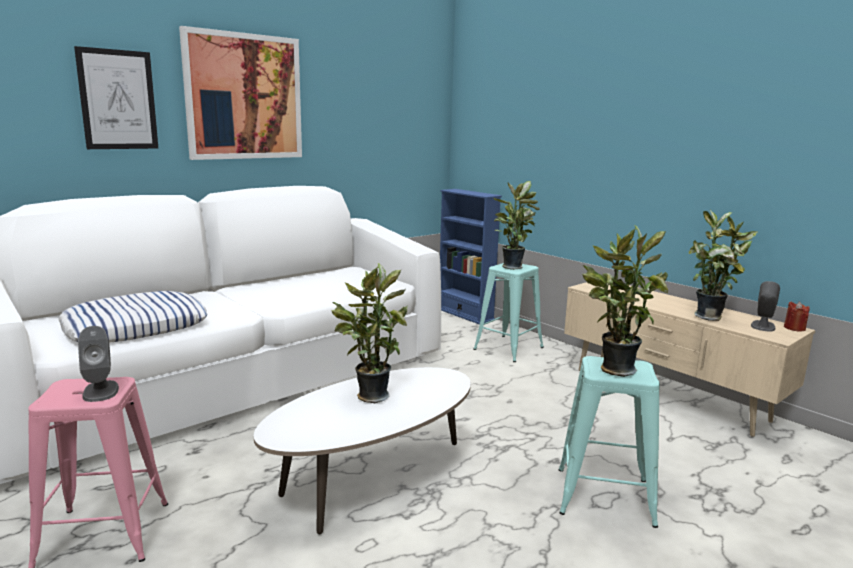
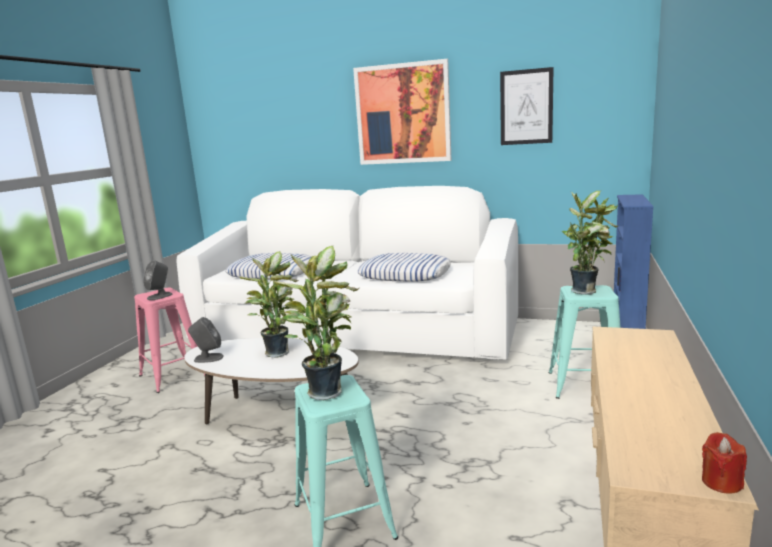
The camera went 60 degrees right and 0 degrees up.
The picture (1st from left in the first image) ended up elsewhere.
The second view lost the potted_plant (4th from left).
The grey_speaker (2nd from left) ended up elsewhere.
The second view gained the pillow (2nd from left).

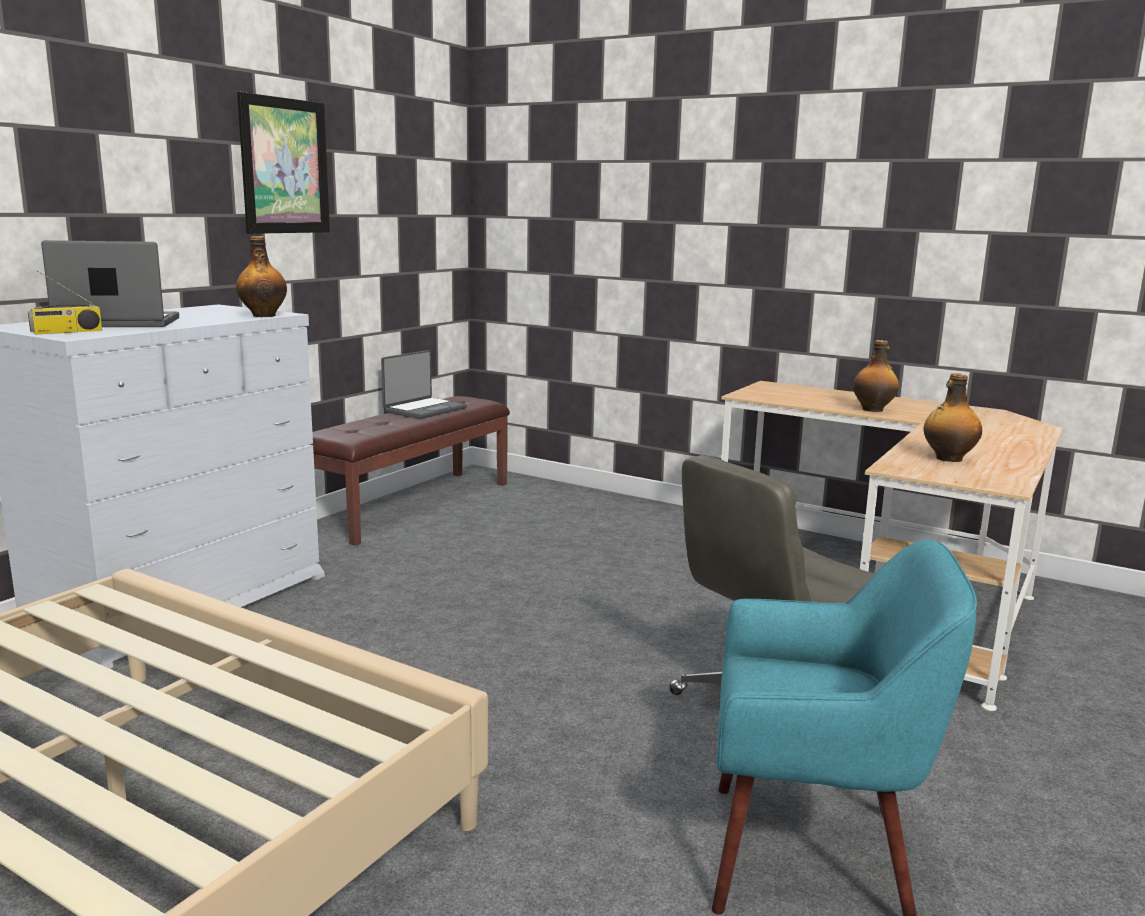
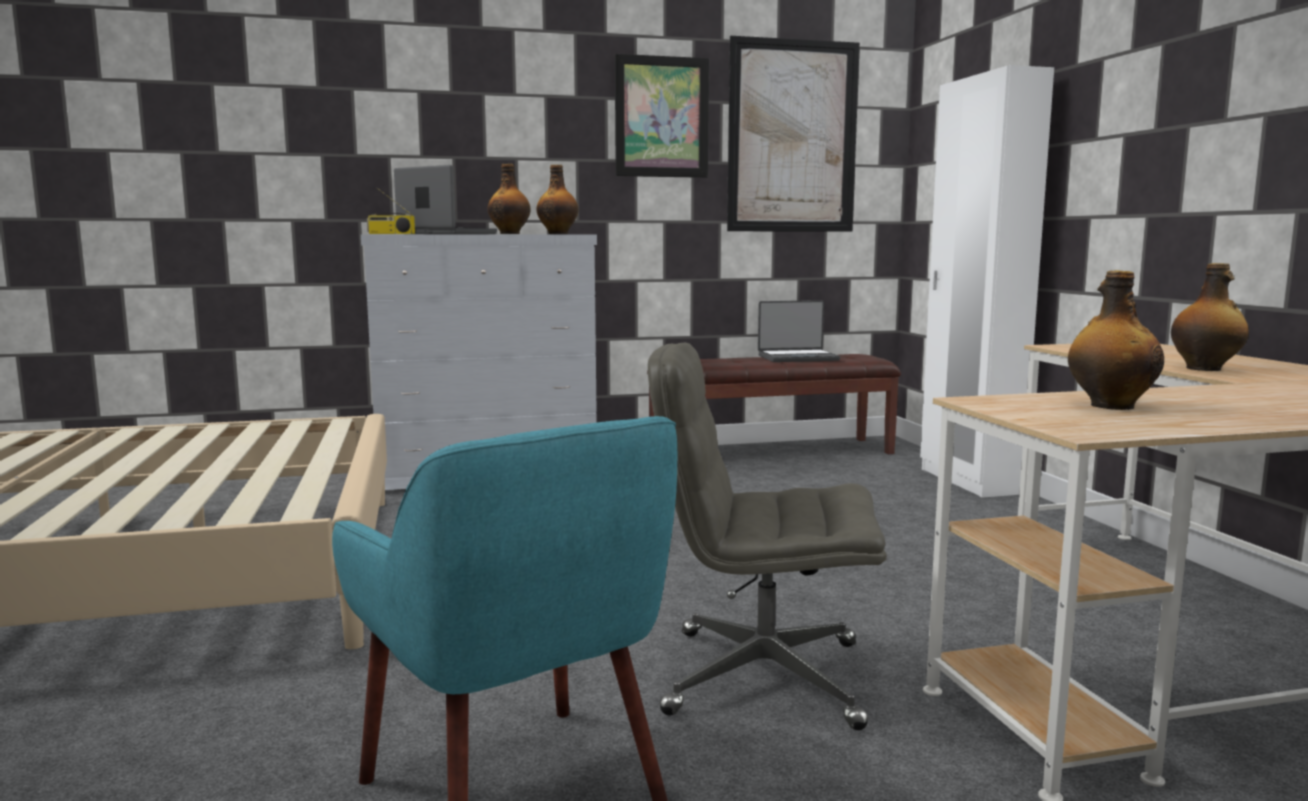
The camera went 45 degrees right and 5 degrees down.
The second view gained the picture (2nd from left).
The second view gained the white_wardrobe.
The second view gained the bottle (1st from left).

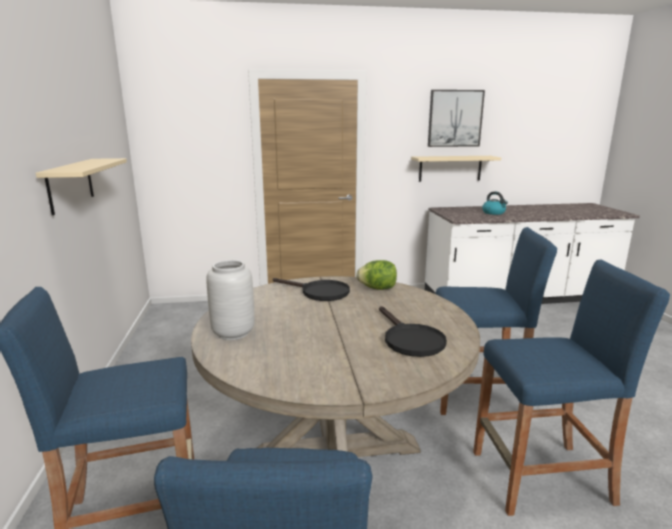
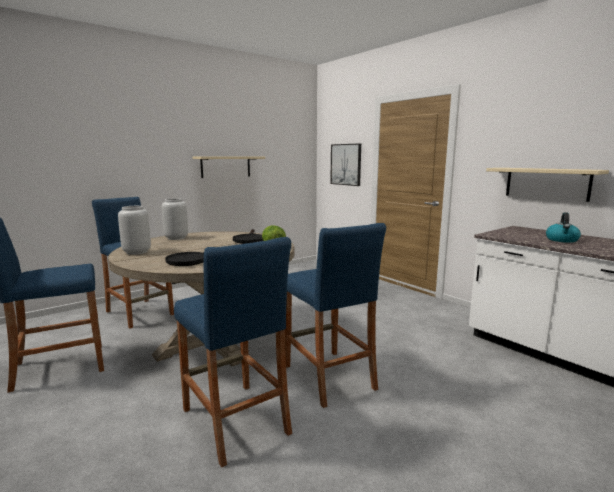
The camera went 60 degrees right and 5 degrees down.
The picture ended up elsewhere.
The second view gained the grey_vase (1st from left).

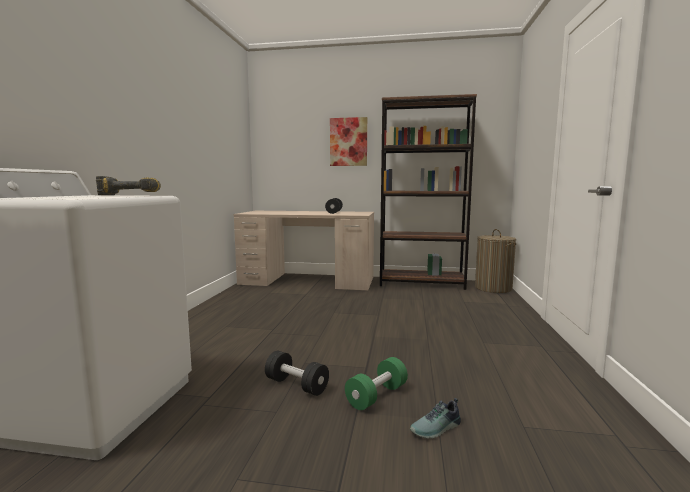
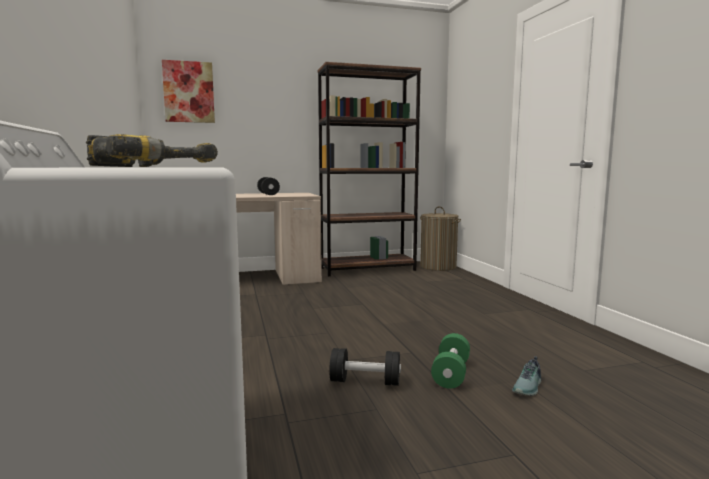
The camera went 25 degrees left and 0 degrees up.
The picture ended up elsewhere.
The second view gained the power_drill (1st from left).

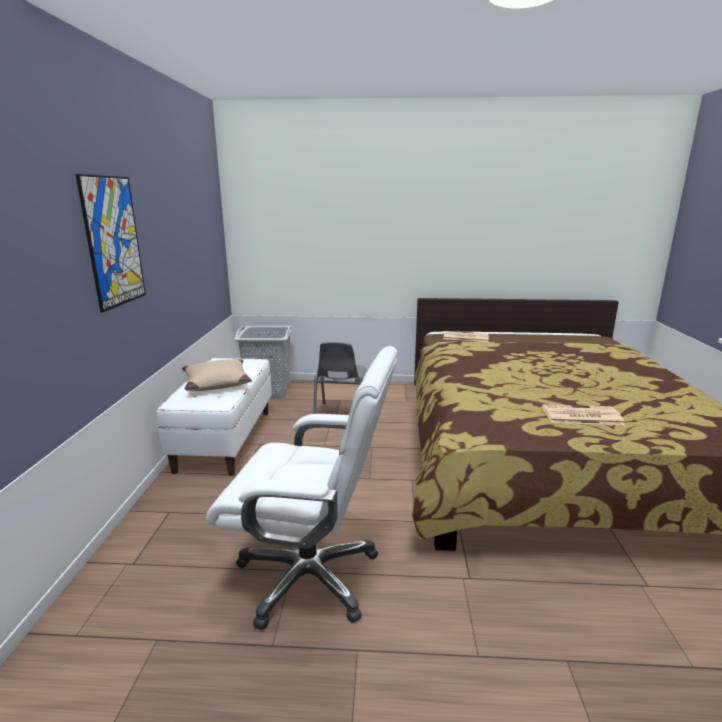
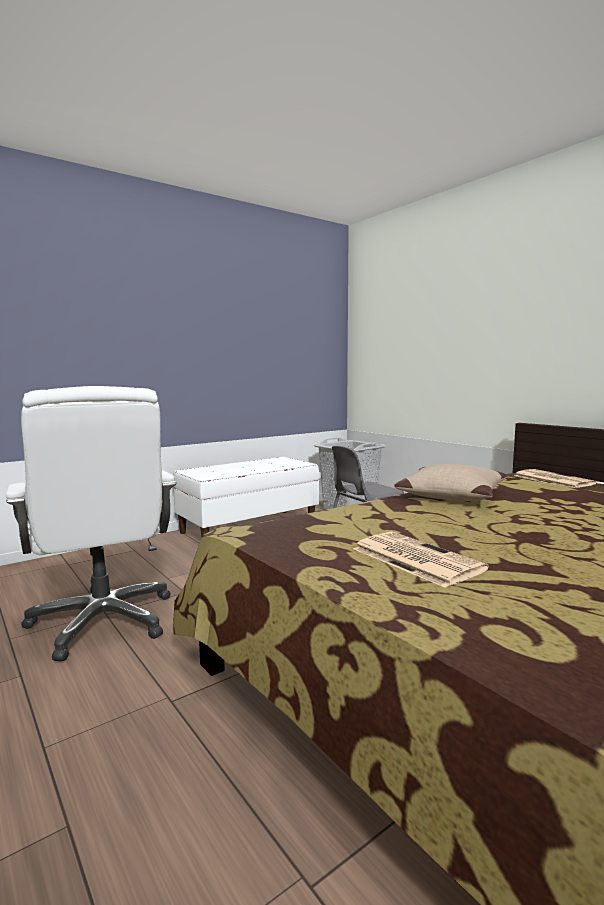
The camera went 50 degrees right and 10 degrees down.
The second view lost the picture.
The beige_pillow ended up elsewhere.

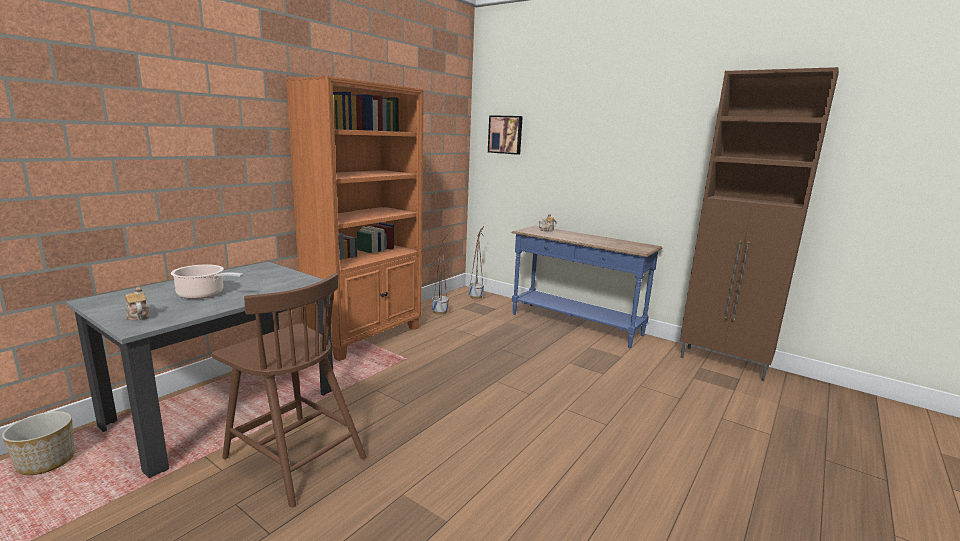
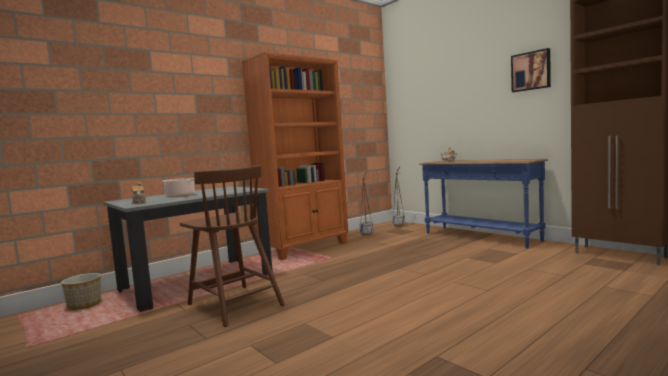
The camera went 15 degrees right and 10 degrees down.
The picture ended up elsewhere.

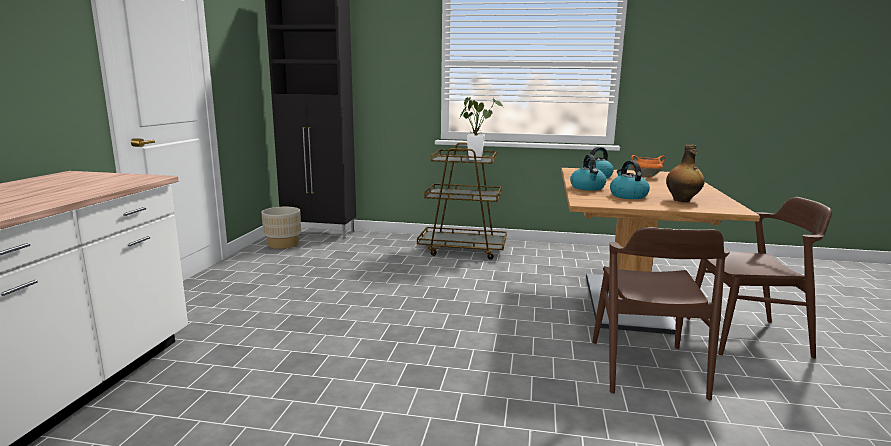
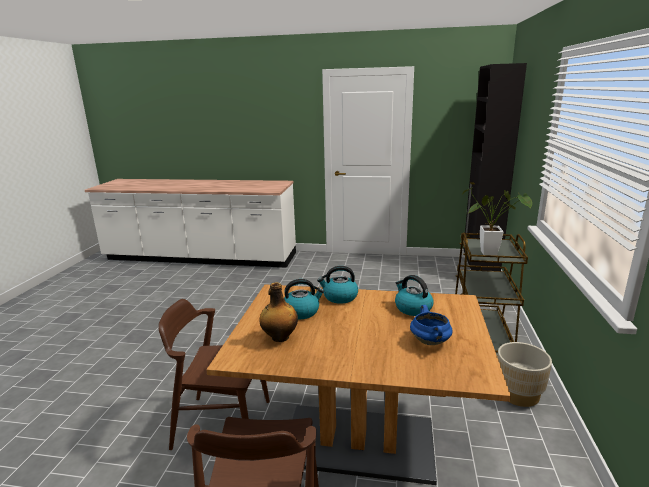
The camera went 90 degrees right and 5 degrees up.
What was the orange_cooking_pot turned into the blue_cooking_pot.
The beige_planter ended up elsewhere.

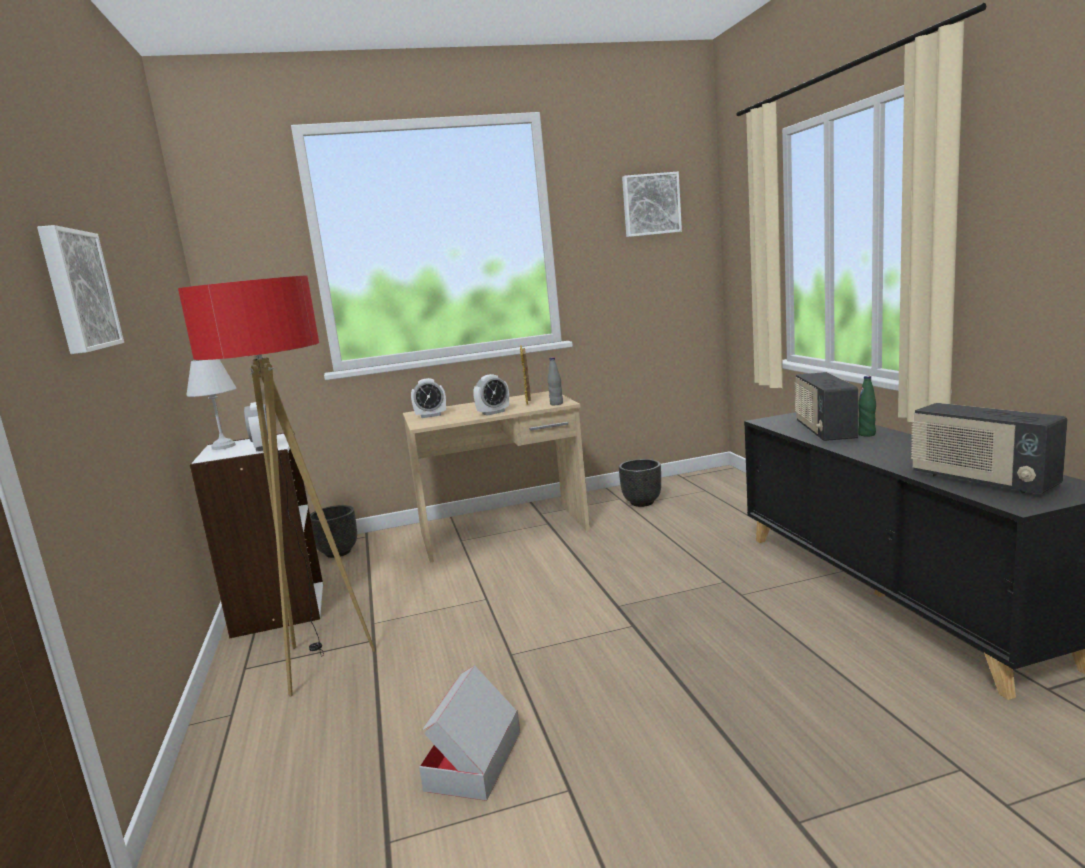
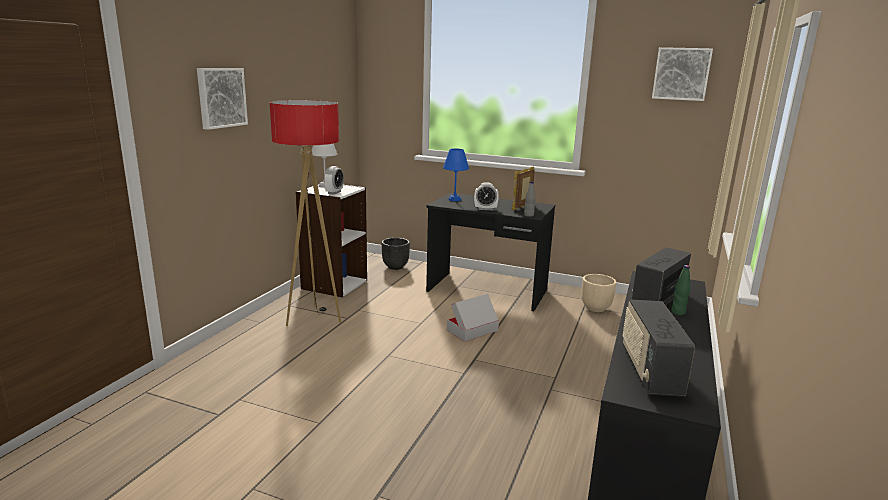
The camera went 35 degrees right and 5 degrees up.
Where the alarm_clock (2nd from left) stood, the blue_table_lamp came to stand.
What was the beige_desk turned into the black_desk.
What was the black_planter (2nd from left) turned into the beige_planter.
The cardboard_box ended up elsewhere.

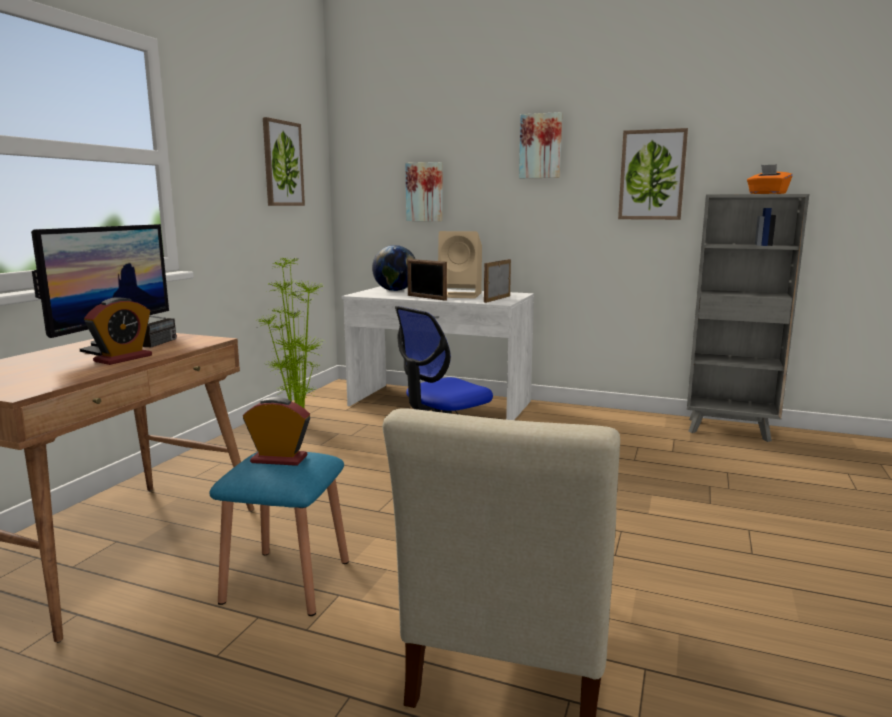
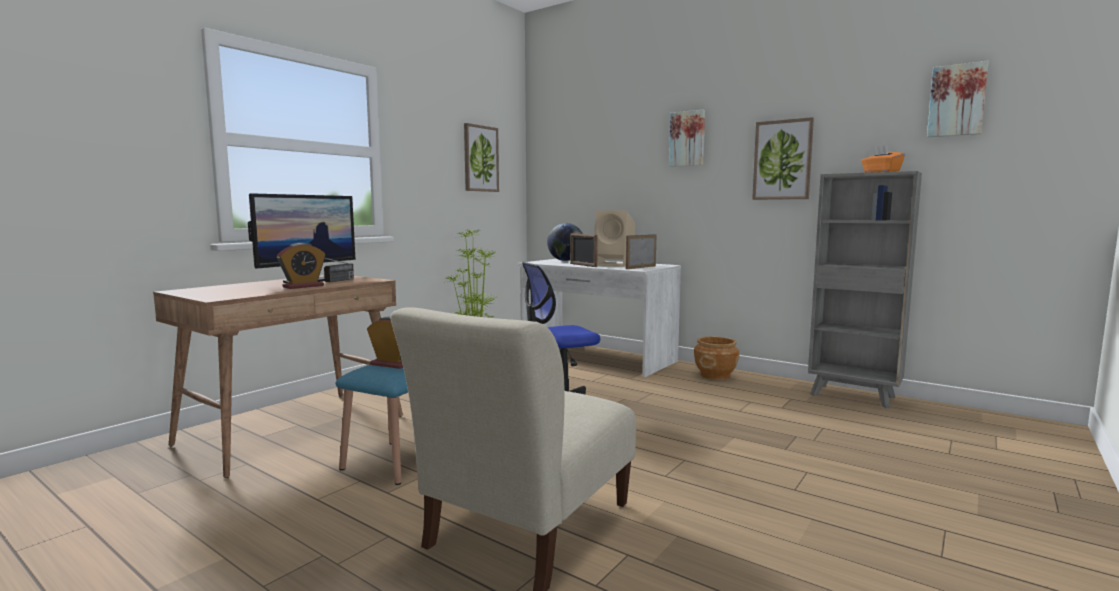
The camera went 15 degrees right and 5 degrees down.
The picture (2nd from left in the first image) ended up elsewhere.
The second view gained the brown_planter.

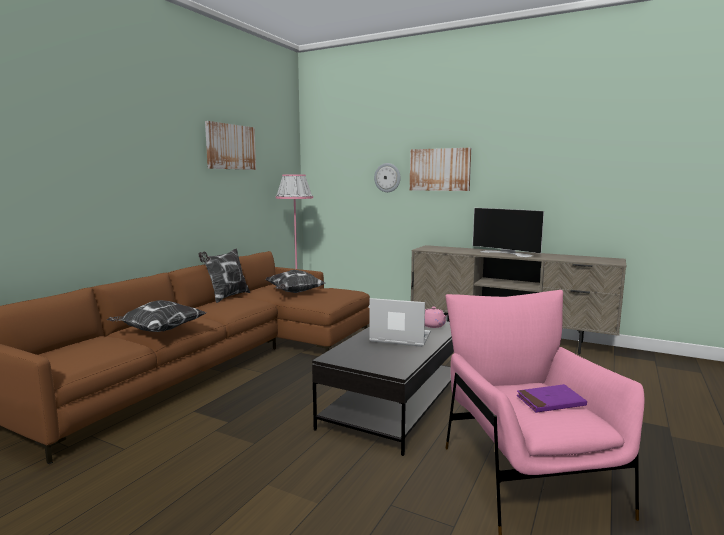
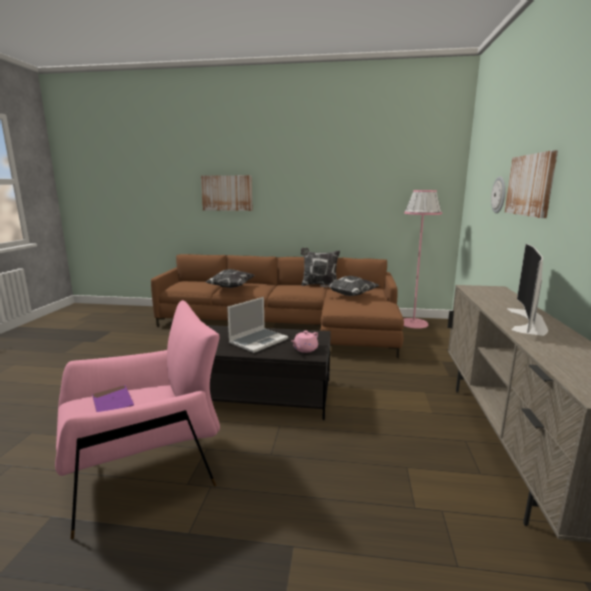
The camera went 70 degrees right and 5 degrees up.
The picture (1st from left) ended up elsewhere.
The laptop ended up facing another way, 45 degrees clockwise from before.

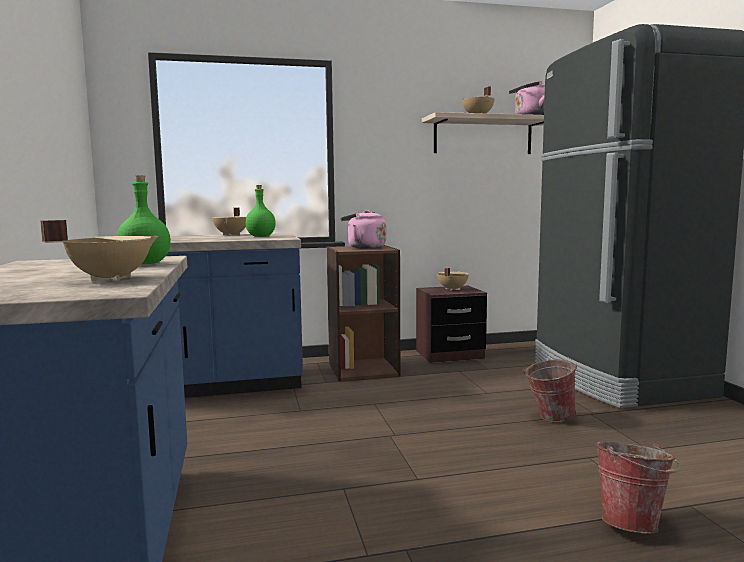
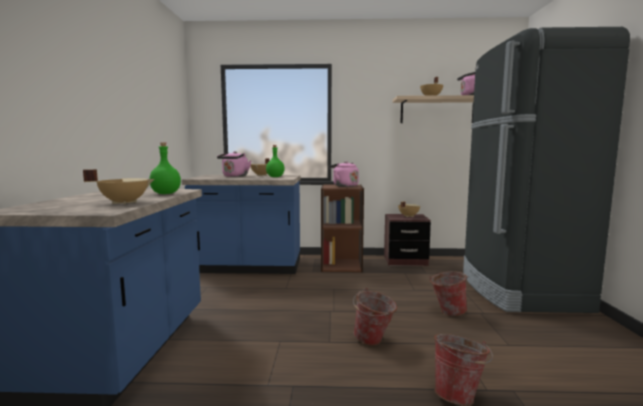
The camera went 15 degrees right and 0 degrees up.
The second view gained the pink_kettle (1st from left).
The second view gained the bucket (1st from left).

